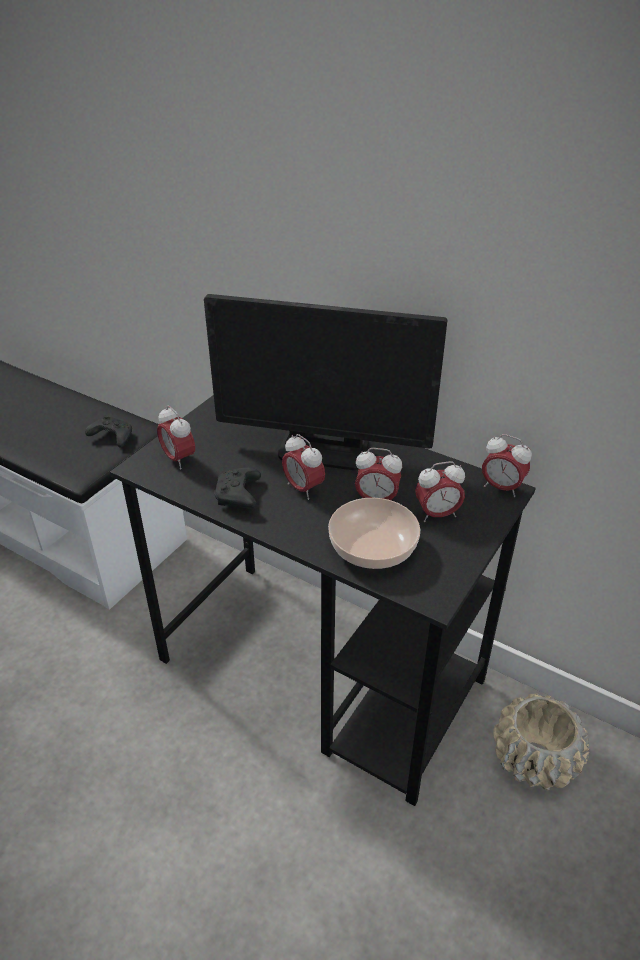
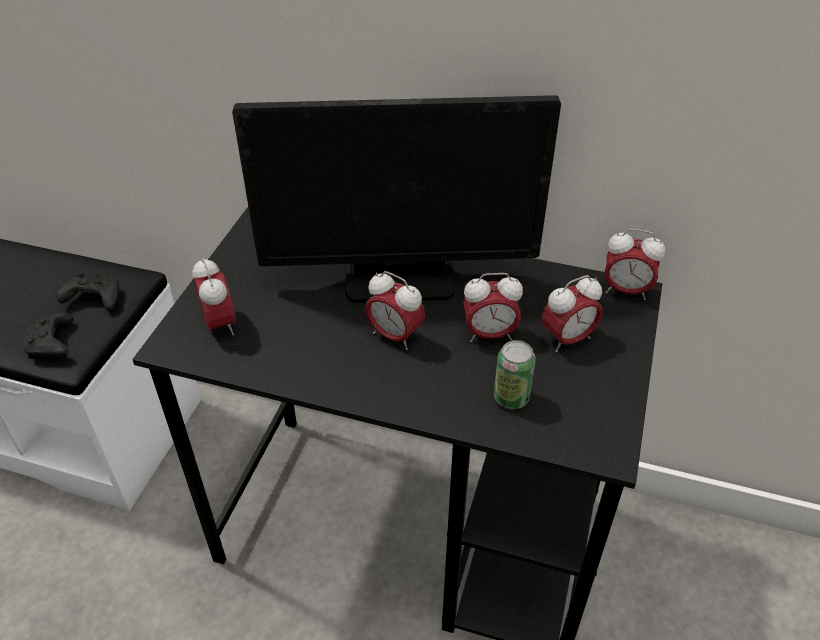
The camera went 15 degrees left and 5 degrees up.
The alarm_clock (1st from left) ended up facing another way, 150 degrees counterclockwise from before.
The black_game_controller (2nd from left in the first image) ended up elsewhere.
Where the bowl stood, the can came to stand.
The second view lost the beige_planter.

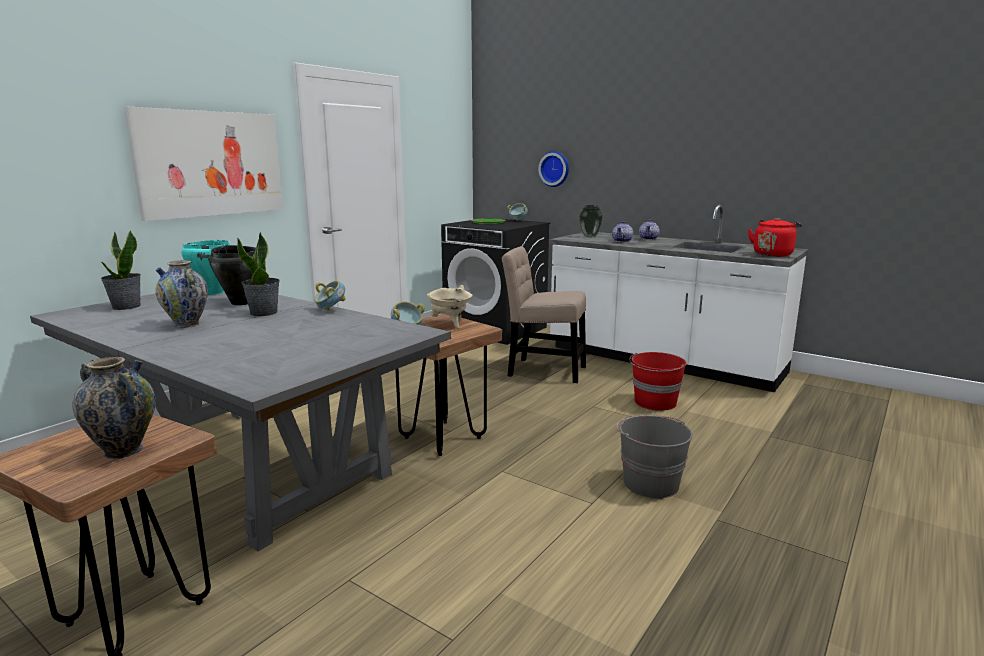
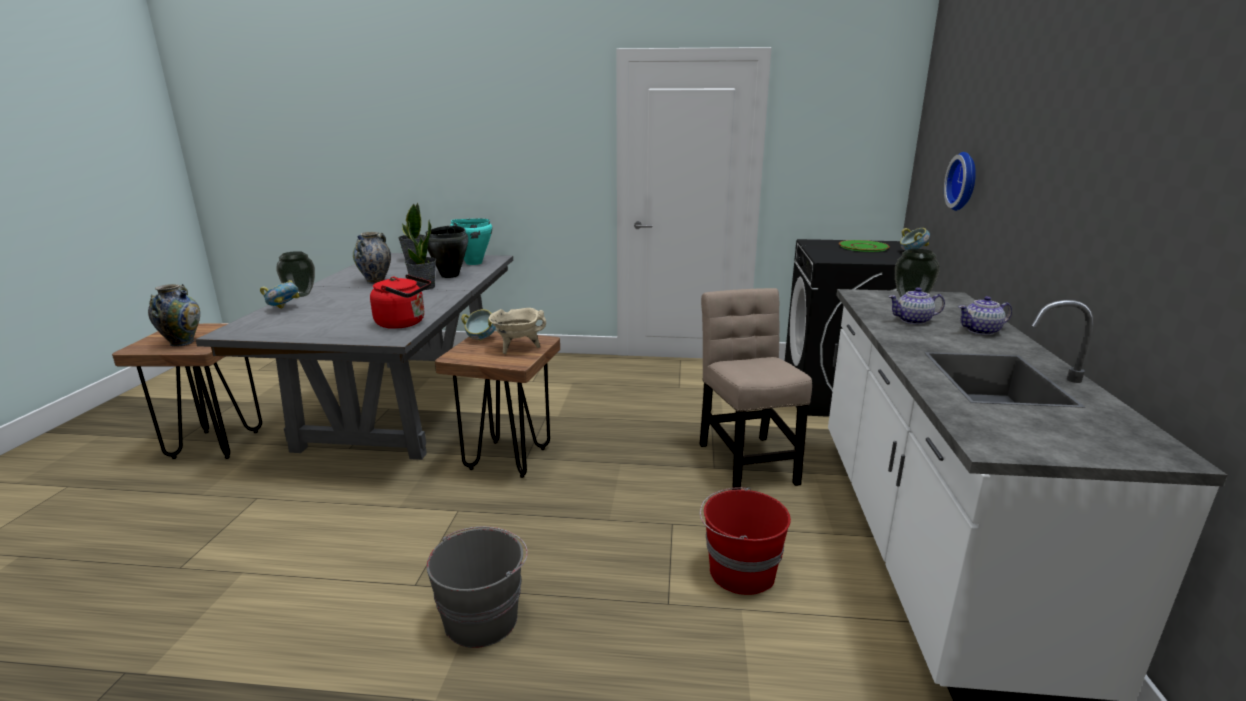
The camera went 60 degrees right and 5 degrees up.
The second view lost the picture.
The red_kettle ended up elsewhere.
The bowl (1st from left) ended up elsewhere.
The second view gained the vase (2nd from left).

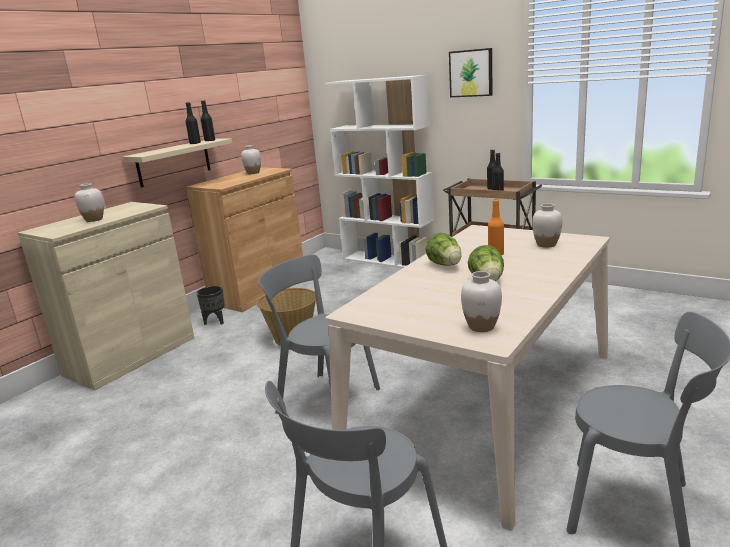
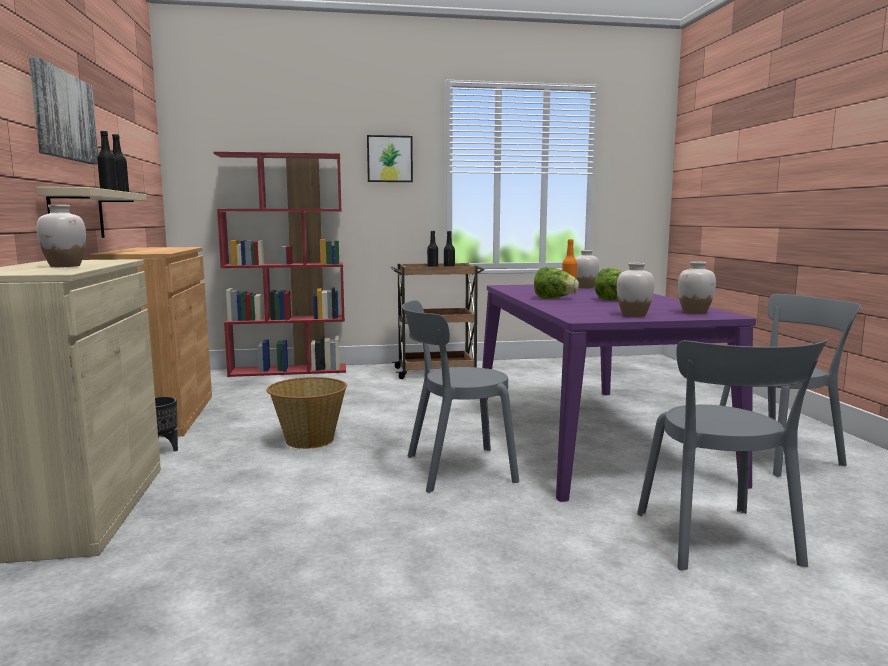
The camera went 45 degrees left and 10 degrees down.
What was the white_bookcase turned into the red_bookcase.
The white_vase (2nd from left in the first image) ended up elsewhere.
What was the beige_dining_table turned into the purple_dining_table.
The second view gained the picture (1st from left).

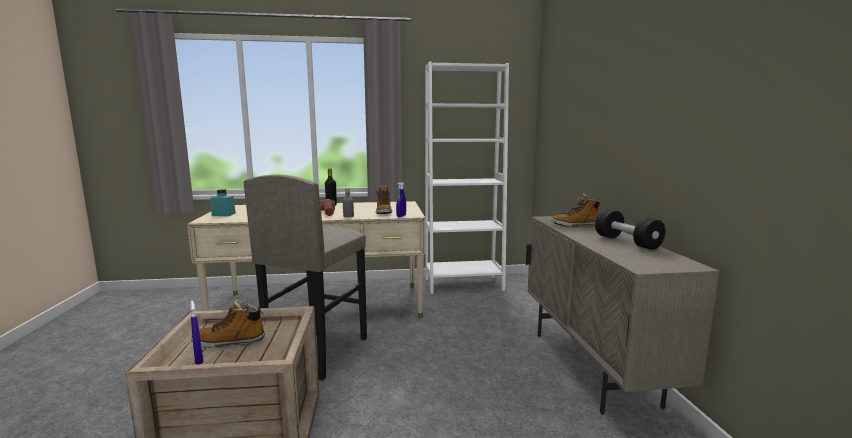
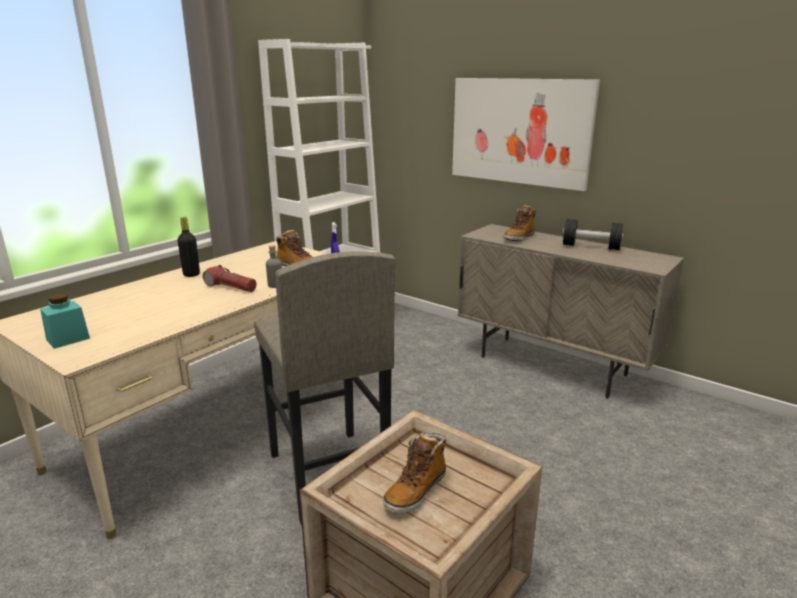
The camera went 45 degrees left and 10 degrees up.
The second view lost the blue_spray_bottle (1st from left).
The second view gained the picture.

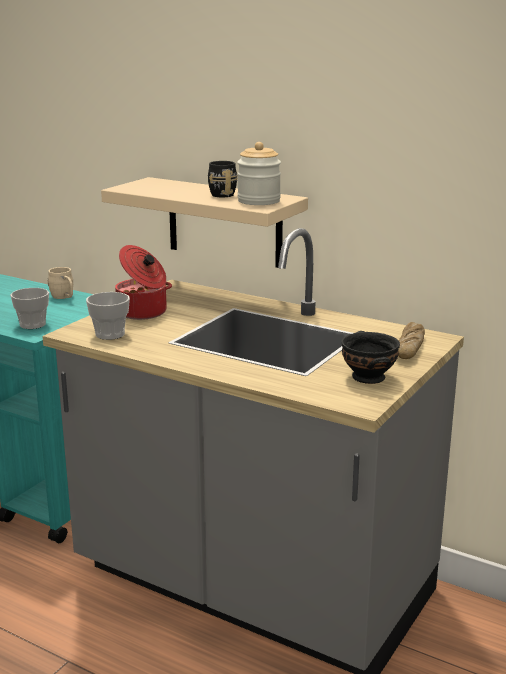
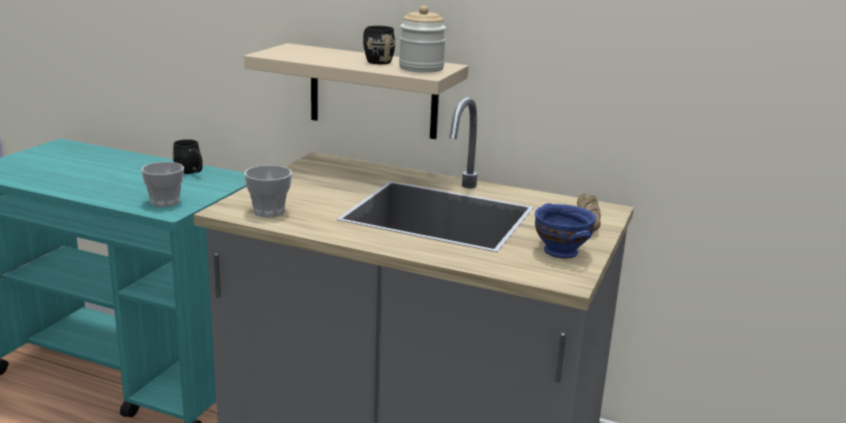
The camera went 10 degrees left and 0 degrees up.
The second view lost the cooking_pot.
What was the beige_mug turned into the black_mug (1st from left).
What was the black_bowl turned into the blue_bowl.

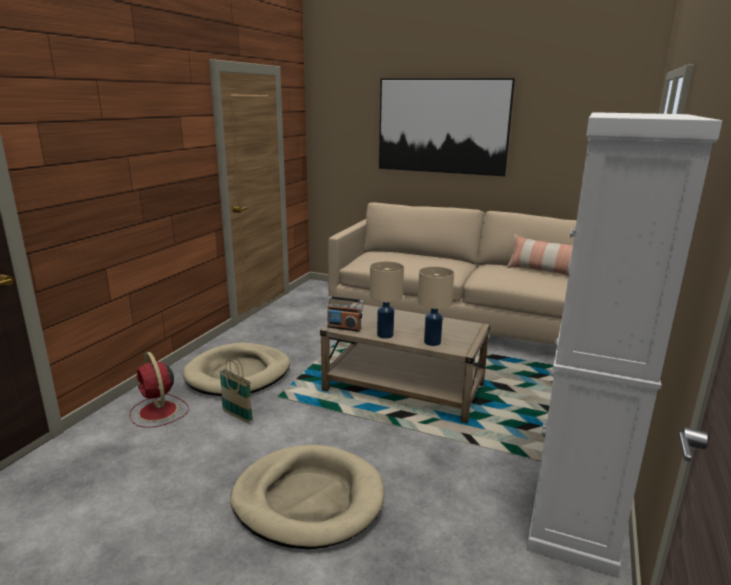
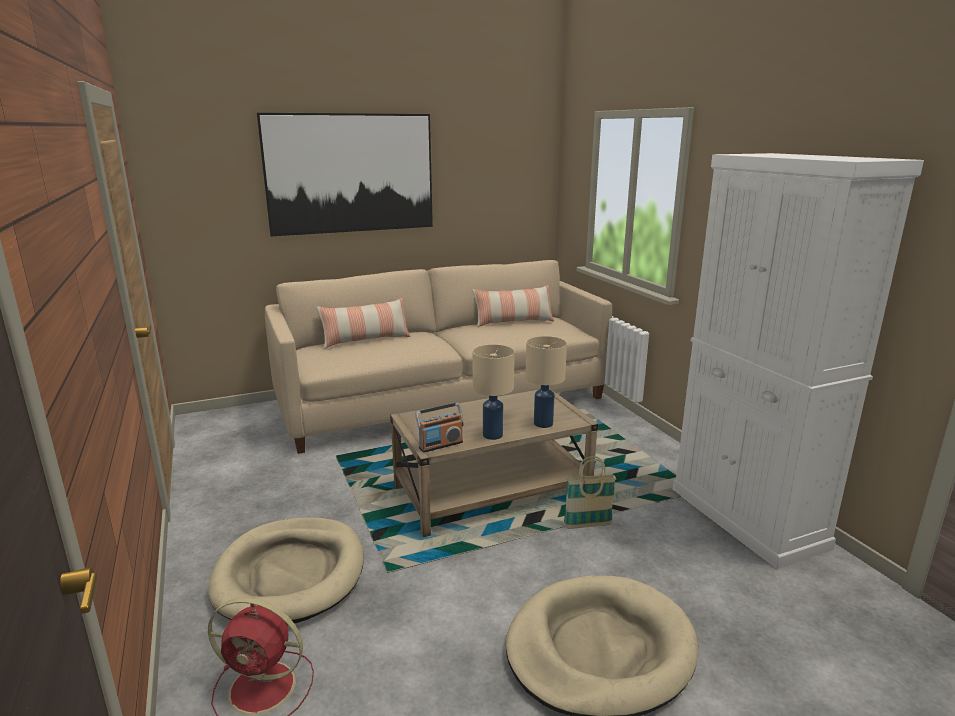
The camera went 45 degrees left and 0 degrees up.
The basket ended up elsewhere.
The second view gained the pillow (1st from left).

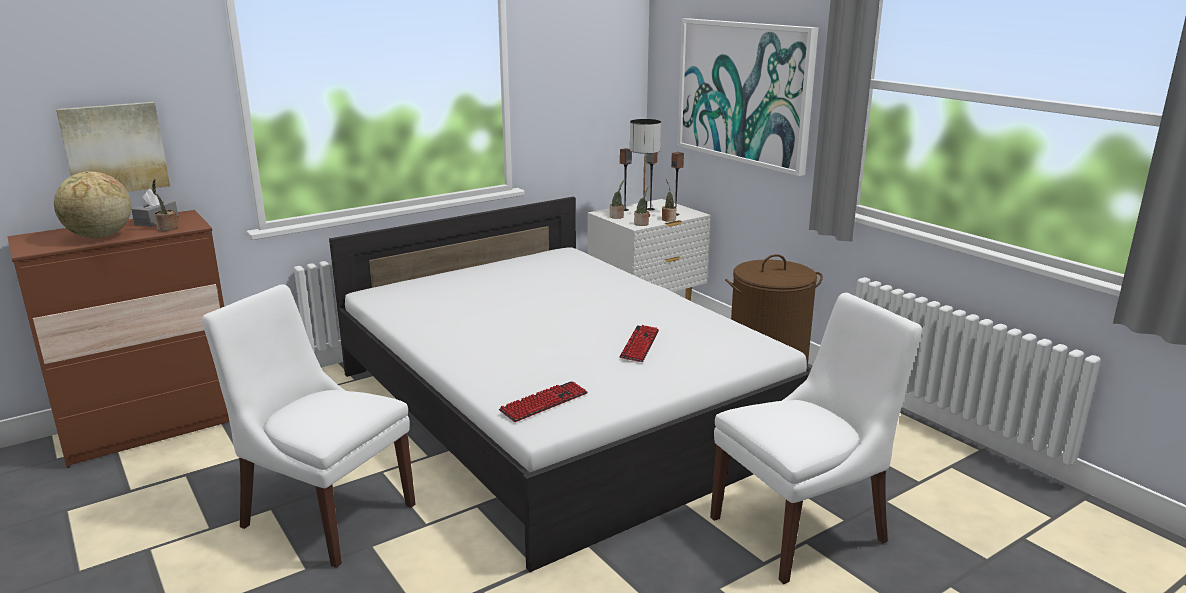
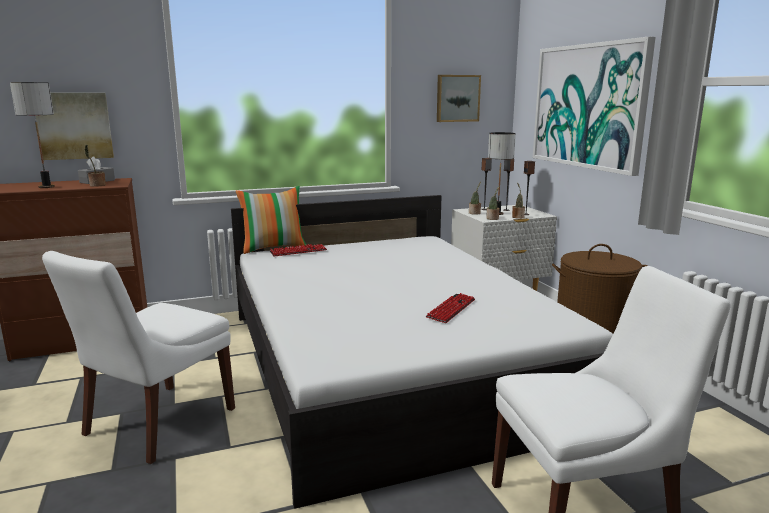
The camera went 15 degrees right and 5 degrees down.
Where the globe stood, the table_lamp (1st from left) came to stand.
The white_chair (1st from left) ended up facing another way, 105 degrees counterclockwise from before.
The keyboard (1st from left) ended up elsewhere.
The second view gained the picture (2nd from left).
The second view gained the pillow.

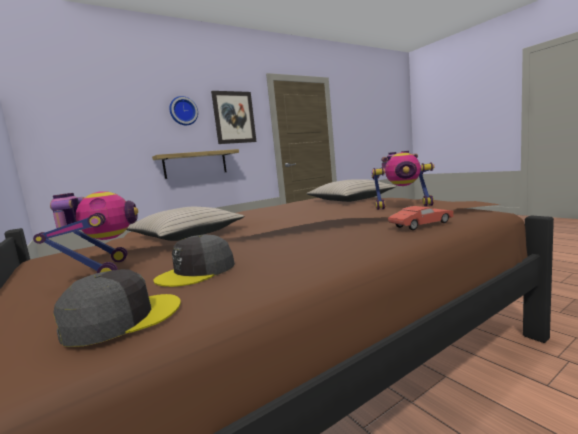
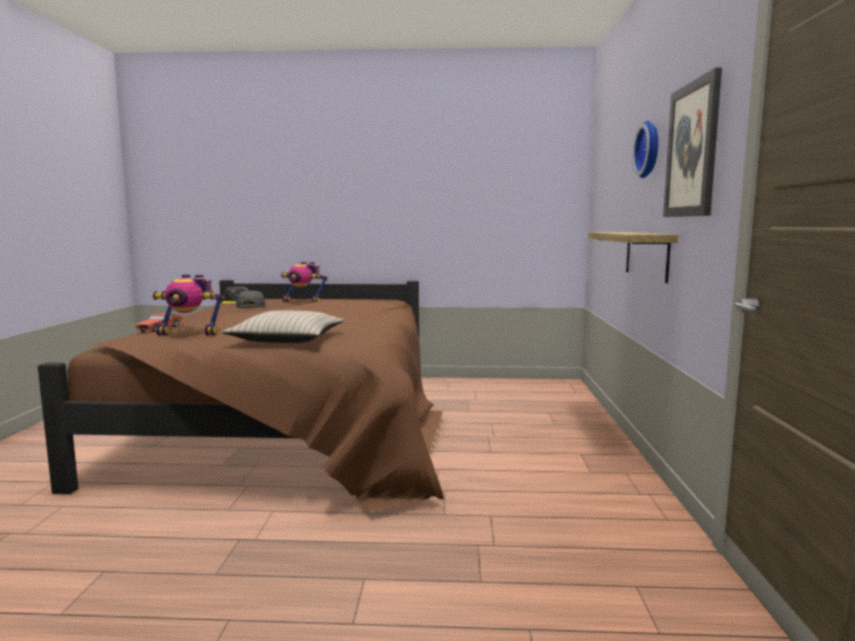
The camera went 125 degrees right and 0 degrees up.
The toy_robot (2nd from left in the first image) ended up facing another way, 135 degrees counterclockwise from before.
The second view lost the beige_pillow (1st from left).

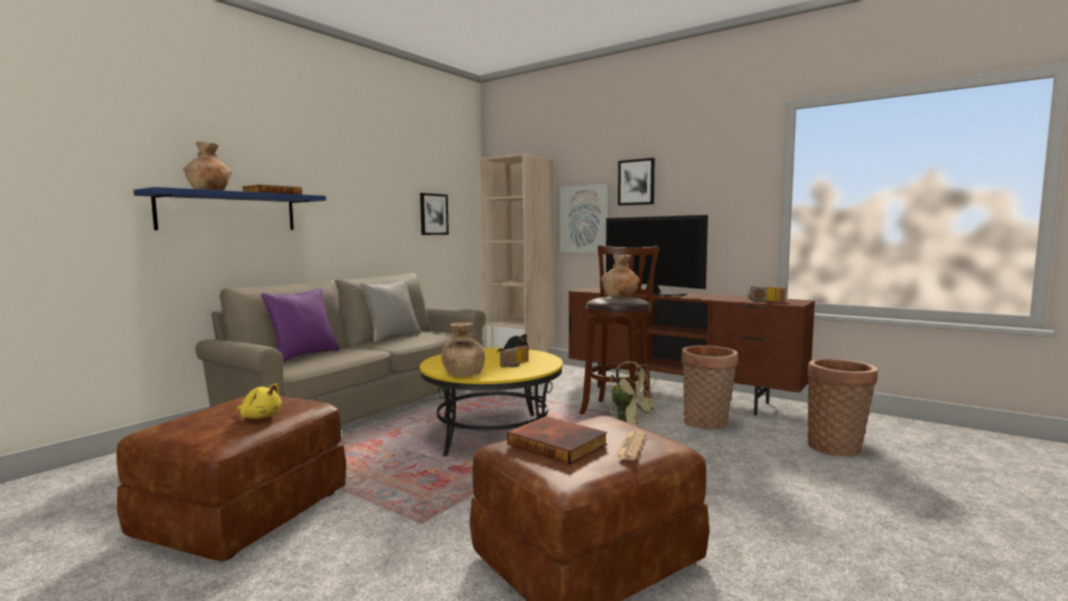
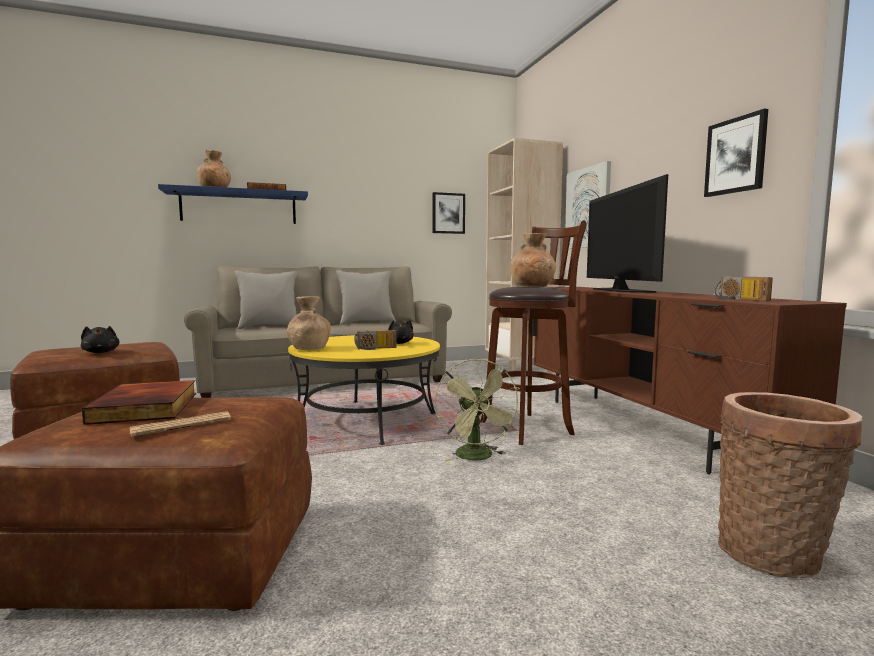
The camera went 35 degrees right and 0 degrees up.
The picture (3rd from left) ended up elsewhere.
What was the purple_pillow turned into the grey_pillow (1st from left).
The second view lost the basket (1st from left).
What was the yellow_plush_toy turned into the black_plush_toy (1st from left).

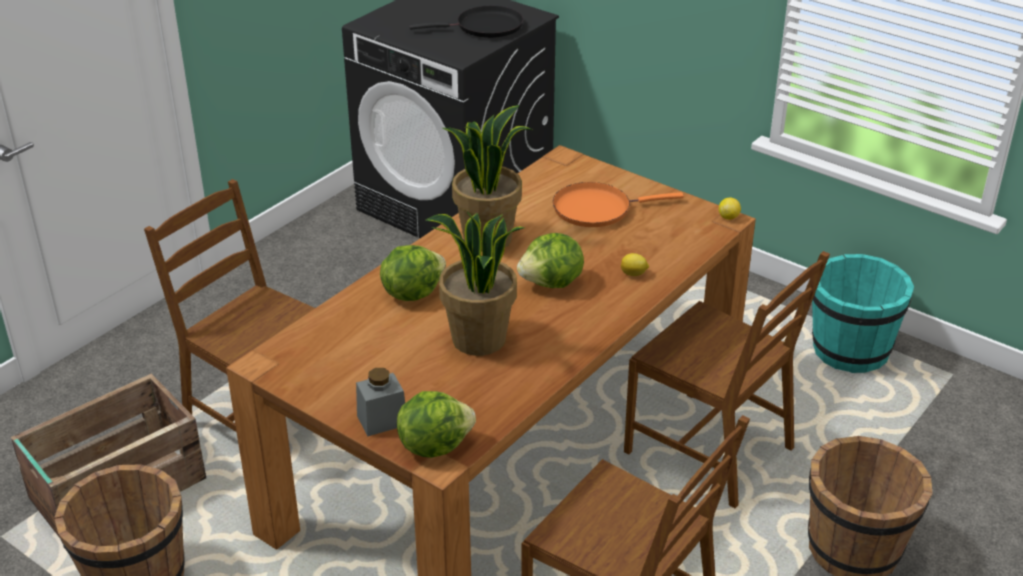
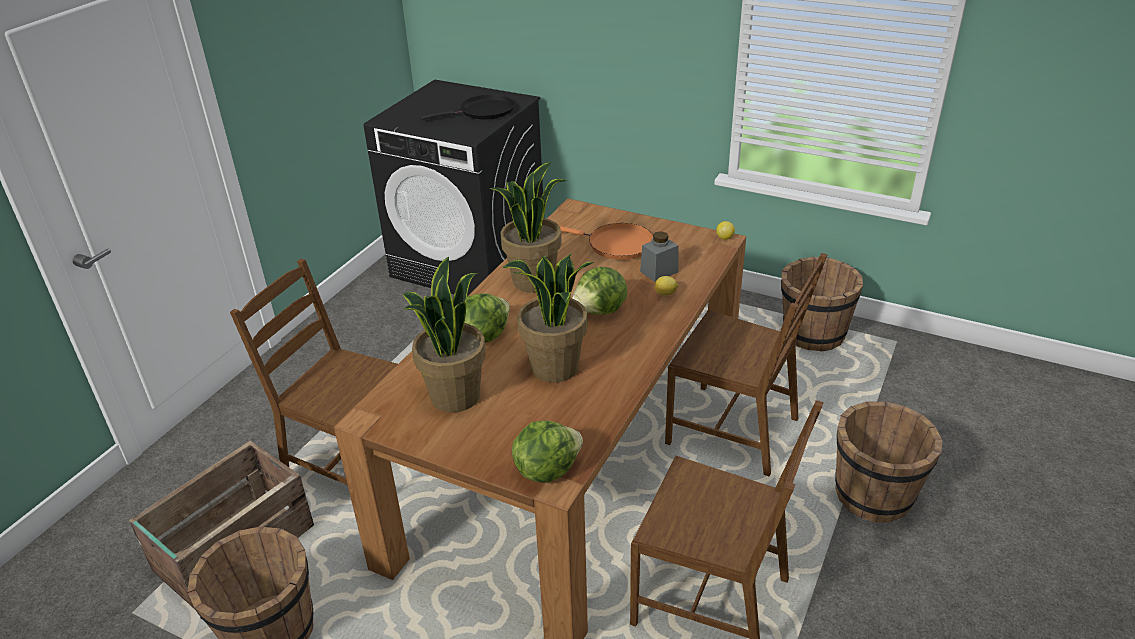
The camera went 10 degrees left and 0 degrees up.
The orange_frying_pan ended up facing another way, 135 degrees counterclockwise from before.
What was the turquoise_bucket turned into the brown_bucket (2nd from left).
The grey_jar ended up elsewhere.
The second view gained the potted_plant (1st from left).

